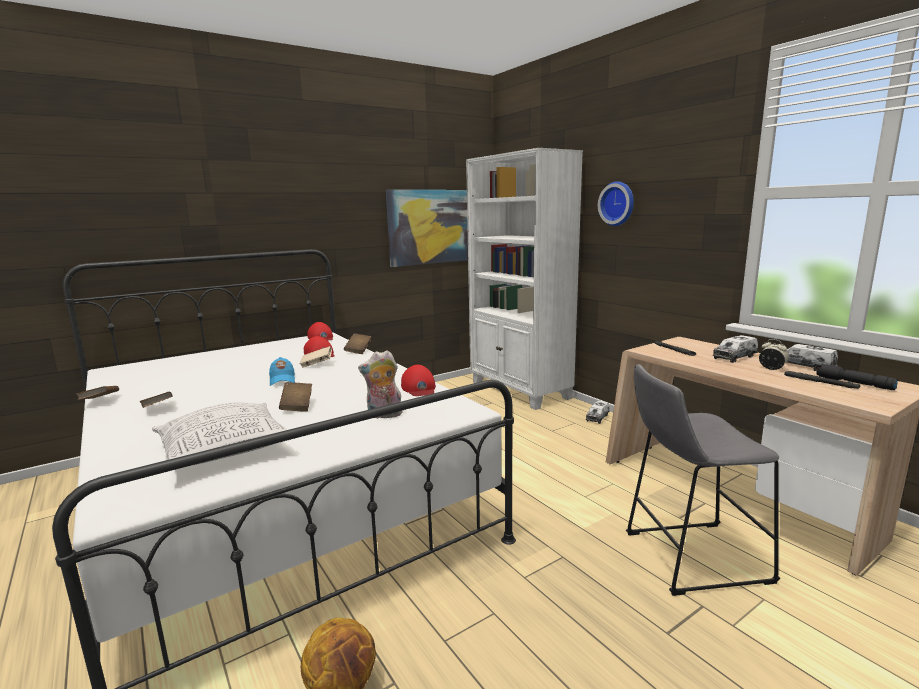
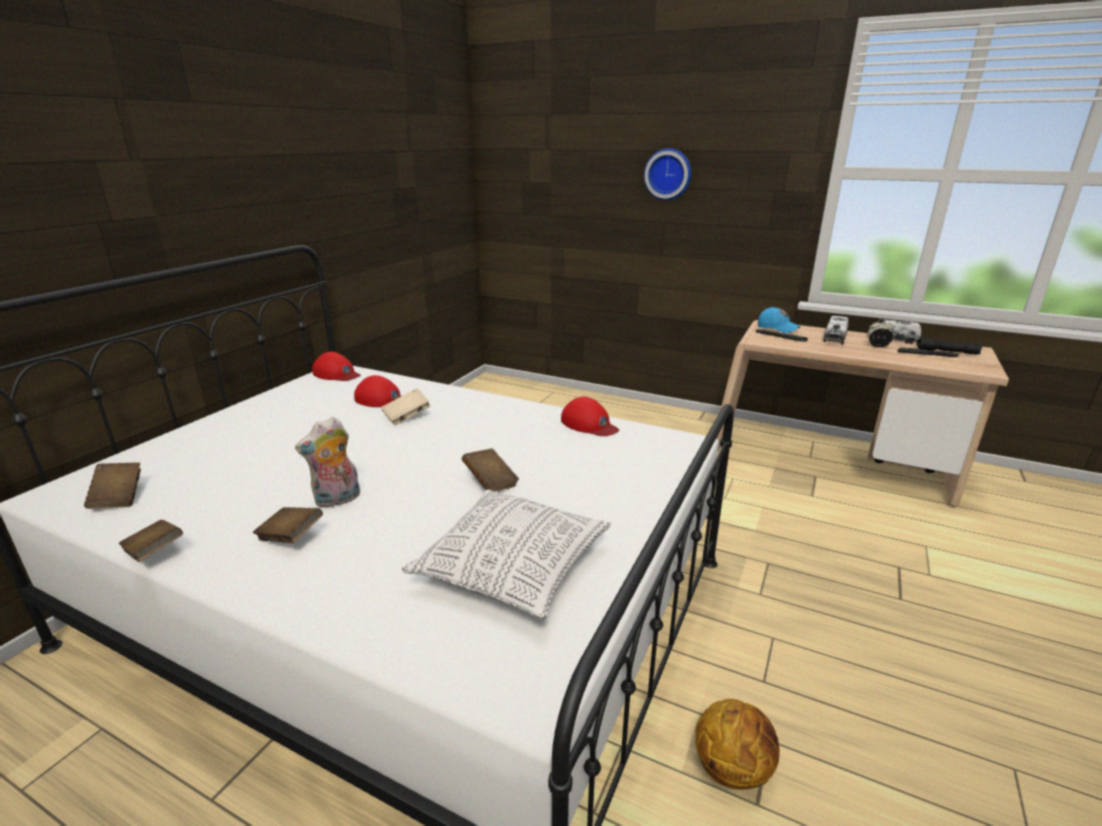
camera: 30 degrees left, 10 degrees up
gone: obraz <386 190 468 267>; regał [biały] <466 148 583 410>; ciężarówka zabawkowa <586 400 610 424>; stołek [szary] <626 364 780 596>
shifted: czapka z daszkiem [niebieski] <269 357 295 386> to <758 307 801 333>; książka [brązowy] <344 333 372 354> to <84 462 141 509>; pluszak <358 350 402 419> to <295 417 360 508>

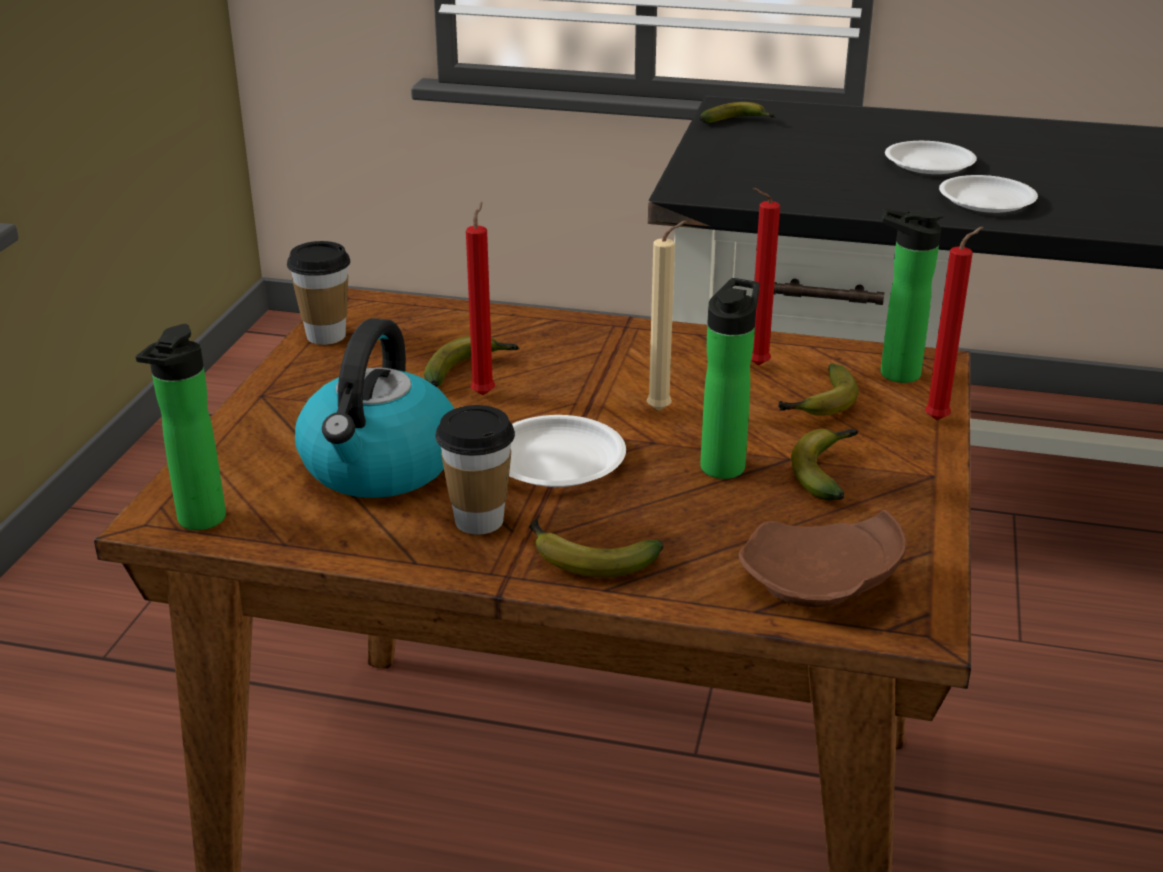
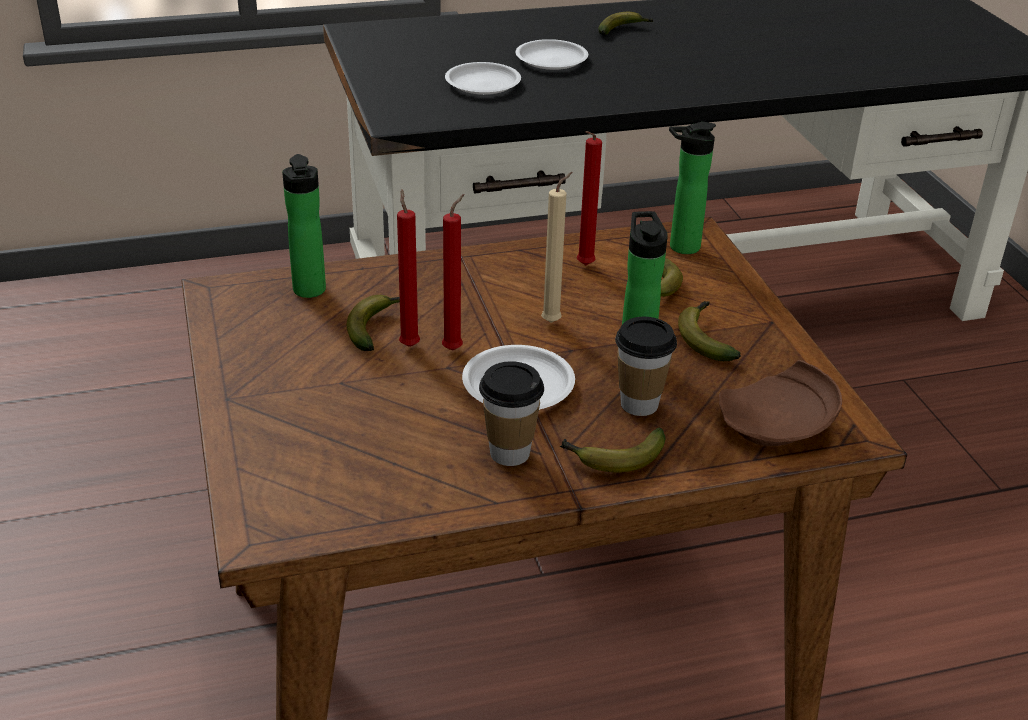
camera: 30 degrees left, 5 degrees up
gone: czajnik <295 318 454 498>
shifted: butelka <136 324 226 530> to <282 154 326 298>; filiżanka <287 241 350 345> to <615 317 677 416>; banan <700 102 776 123> to <598 12 654 35>; świeca [czerwony] <925 226 983 420> to <442 194 464 351>; talerz [biały] <939 175 1038 213> to <445 62 521 95>

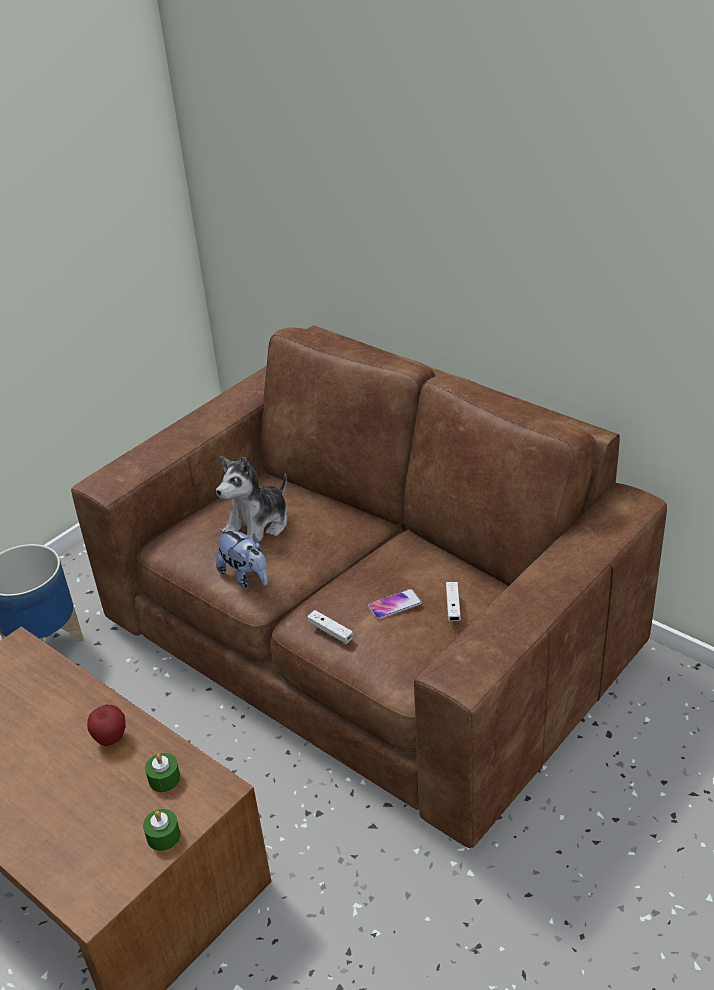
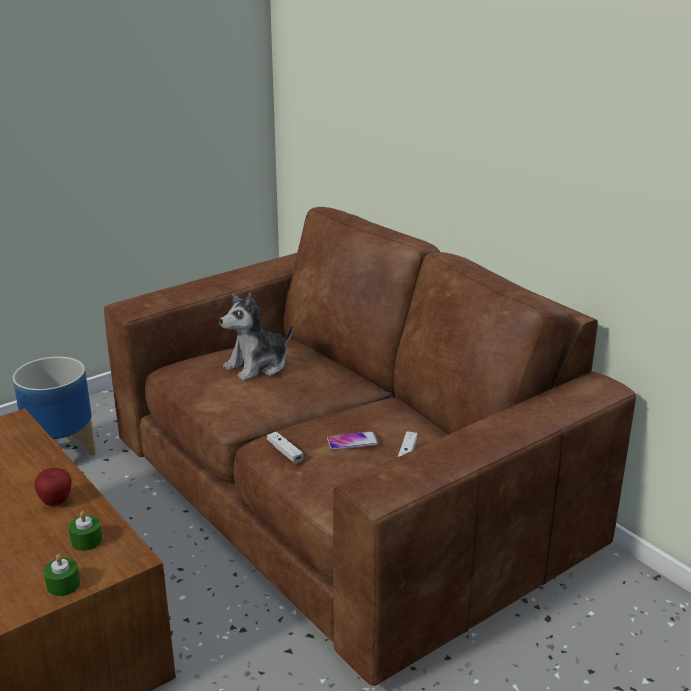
camera: 10 degrees right, 10 degrees down
gone: pluszak <216 528 268 587>

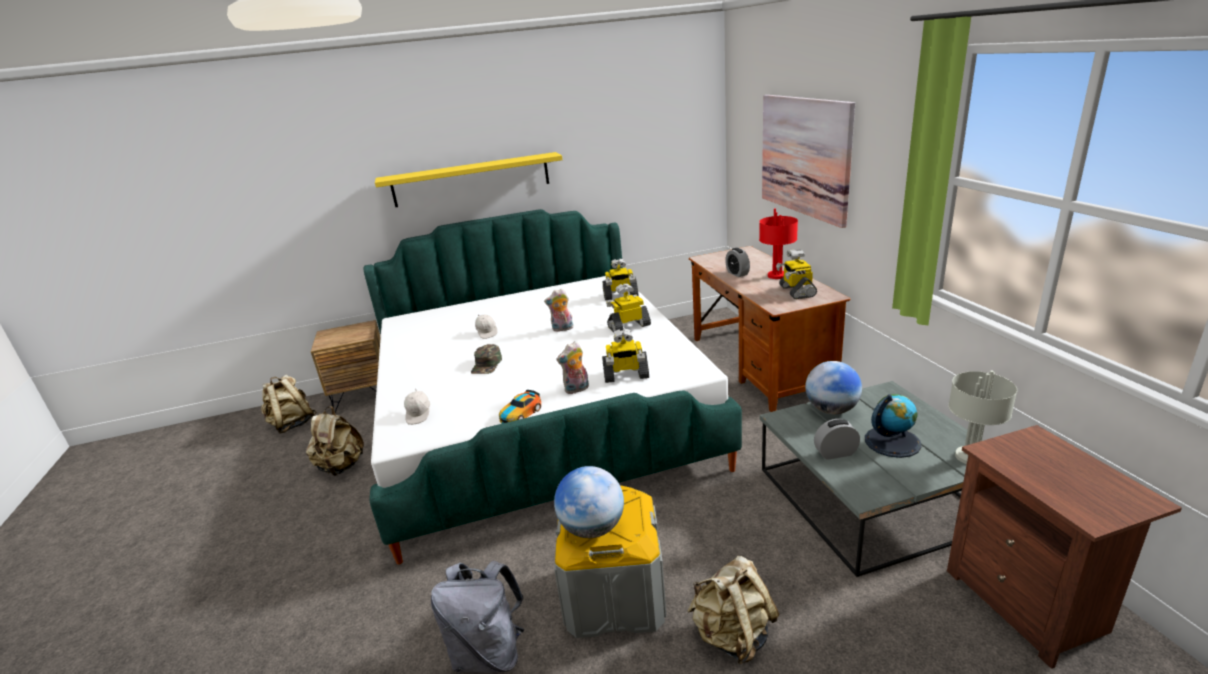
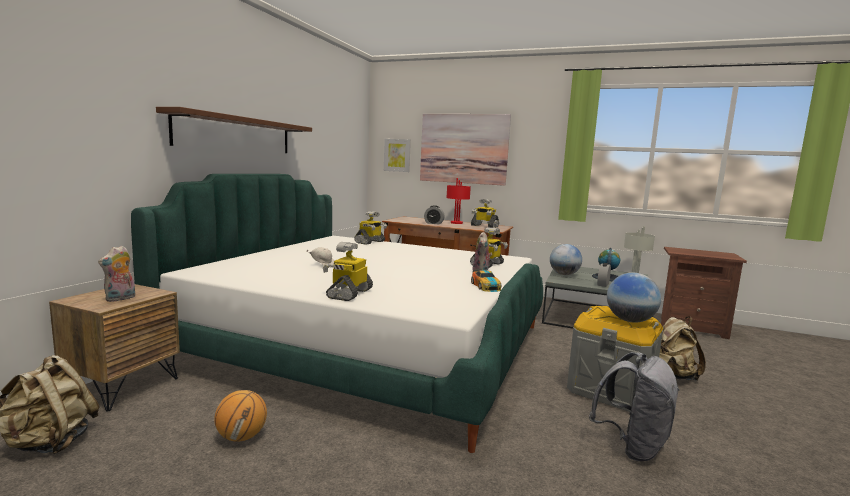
camera: 55 degrees left, 15 degrees down
gone: czapka z daszkiem [biały] <404 388 430 425>; czapka z daszkiem [zielony] <471 344 502 374>
new: obraz <384 139 411 172>
shifted: pluszak <544 289 574 332> to <98 246 135 302>; robot zabawkowy <606 284 651 333> to <323 242 373 301>
swapped: plecak [beżowy] <306 406 364 476> to piłka do koszykówki <214 390 267 442>
repainted: półka [żółty] <375 152 563 207> to półka [brązowy] <156 107 312 153>

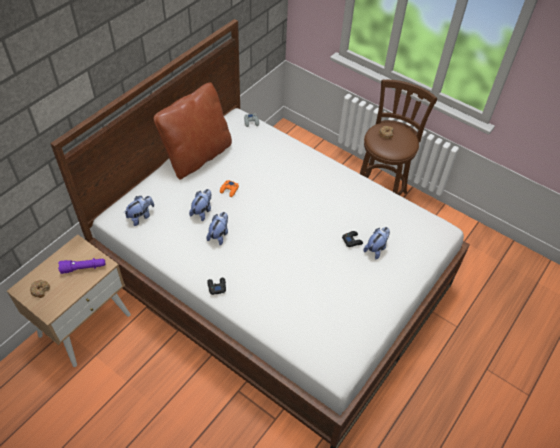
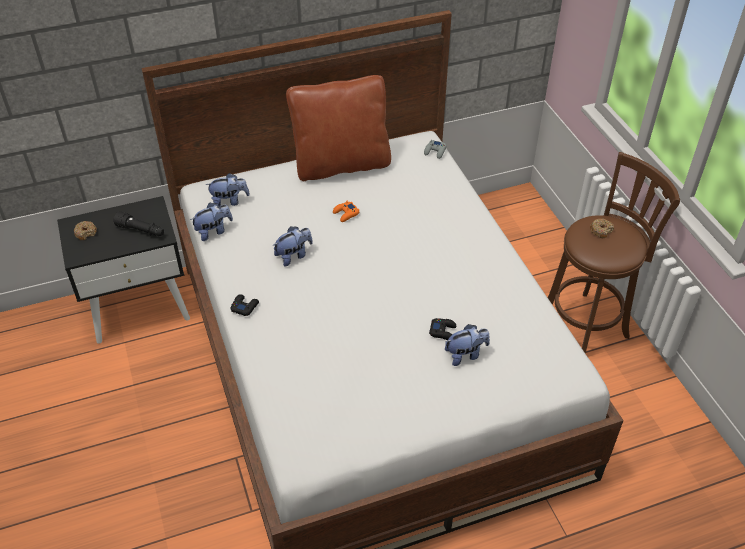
camera: 35 degrees right, 5 degrees down
shifted: pluszak <189 189 212 221> to <190 203 233 241>
repainted: szafka nocna [beżowy] <7 235 131 367> to szafka nocna [czarny] <57 196 190 344>; latarka [fioletowy] <58 258 105 274> to latarka [czarny] <113 211 164 236>

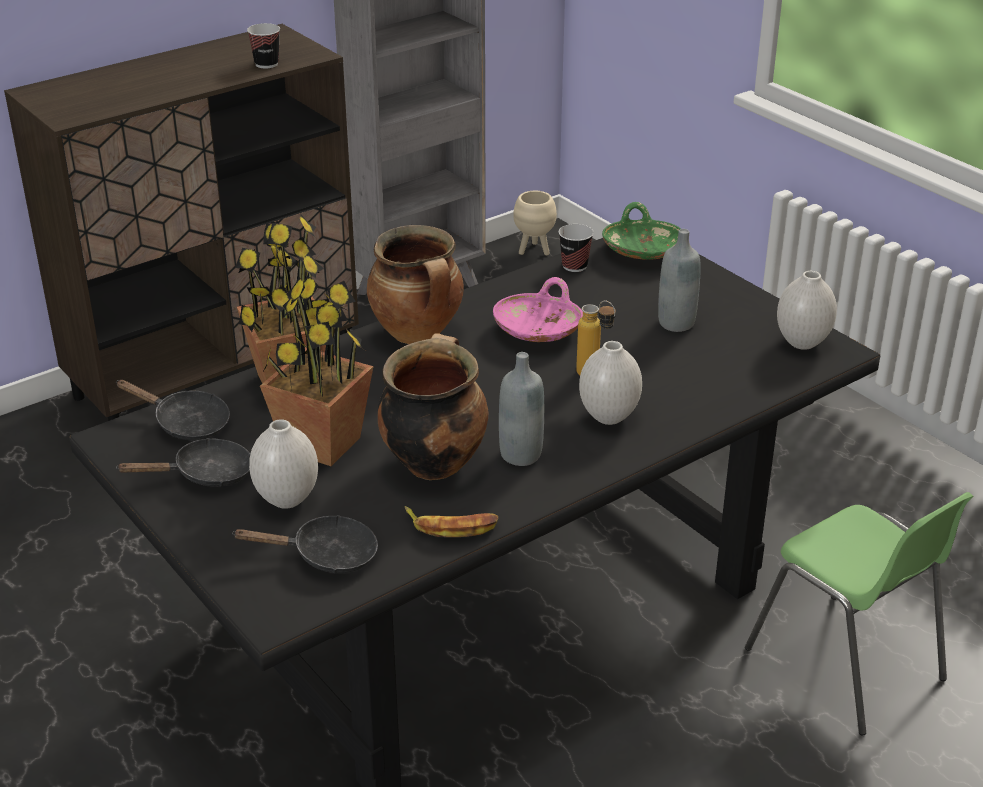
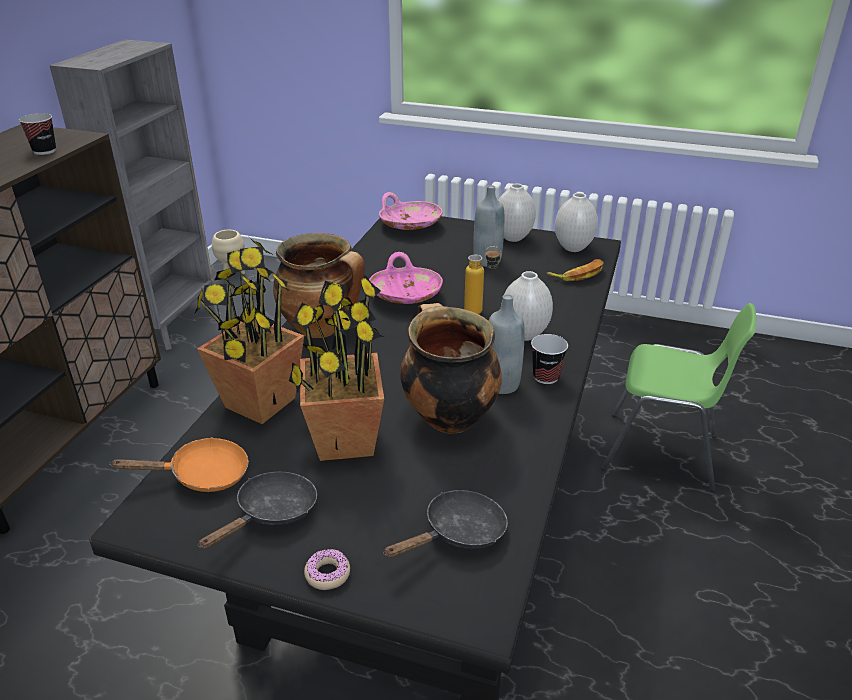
camera: 35 degrees left, 0 degrees up
new: donut <304 549 350 590>
shifted: wazon [biały] <249 419 318 509> to <498 184 536 242>; banan <405 506 498 537> to <547 259 603 281>; filiżanka <558 224 594 272> to <531 334 568 384>
repainted: patelnia [czarny] <117 380 230 440> to patelnia [pomarańczowy] <109 437 249 492>; miska [zielony] <602 202 681 260> to miska [różowy] <379 192 442 230>

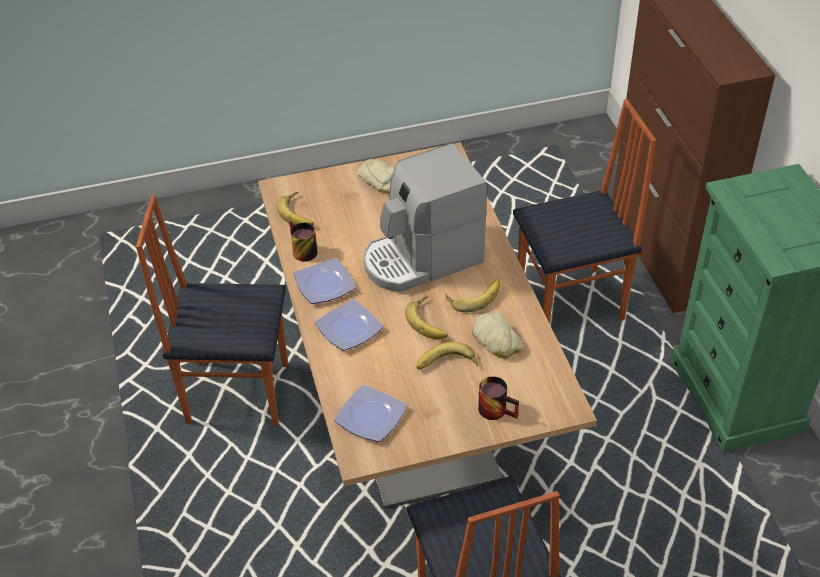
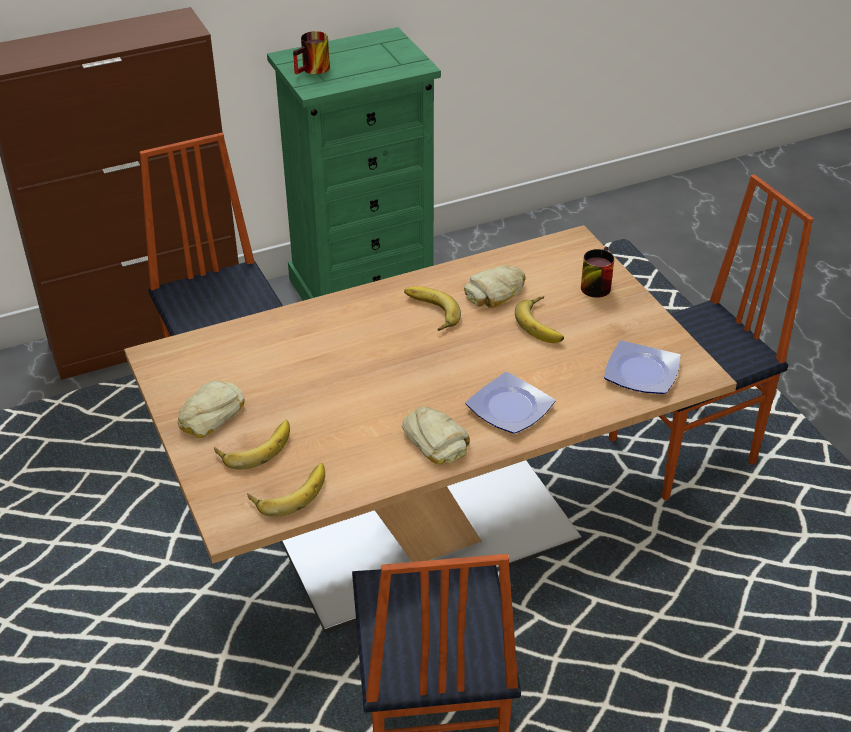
camera: 100 degrees left, 5 degrees down
gone: ekspres do kawy <363 143 487 292>
shifted: kubek <289 221 317 262> to <293 31 330 74>; banan <405 296 448 340> to <214 420 290 469>
swapped: talerz <293 258 356 304> to chleb <402 406 470 465>

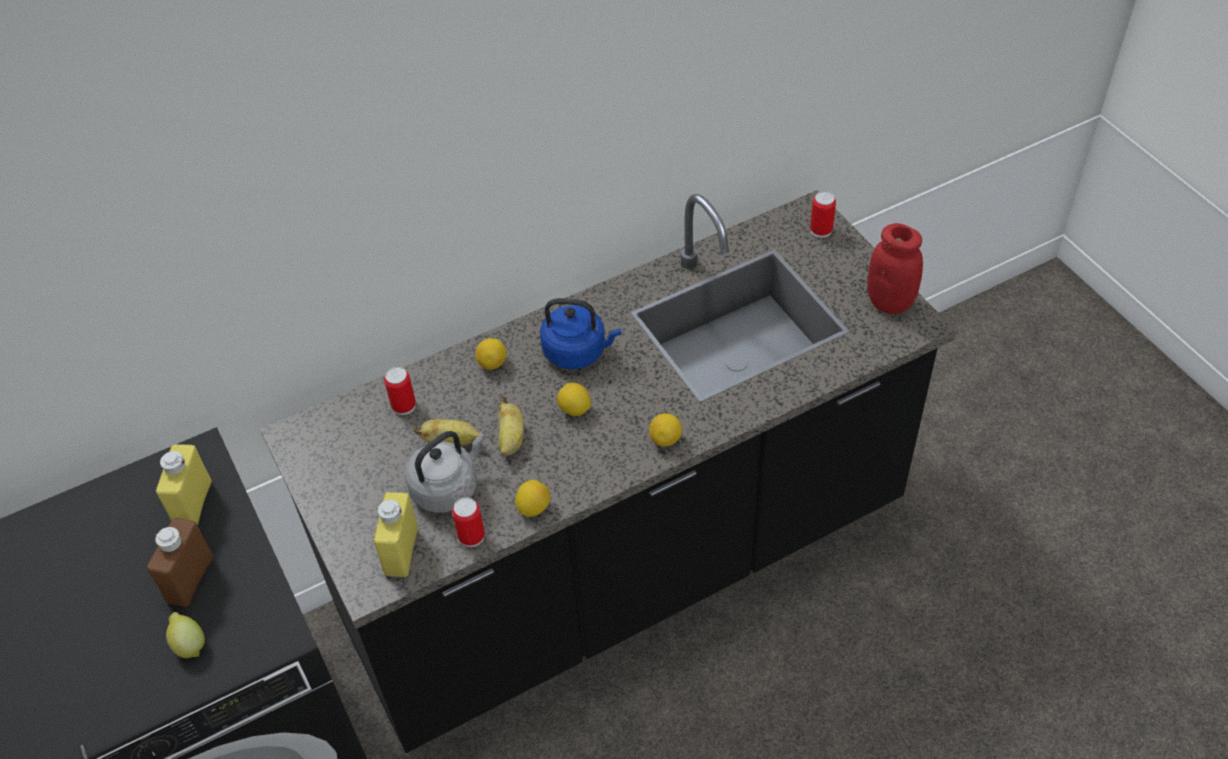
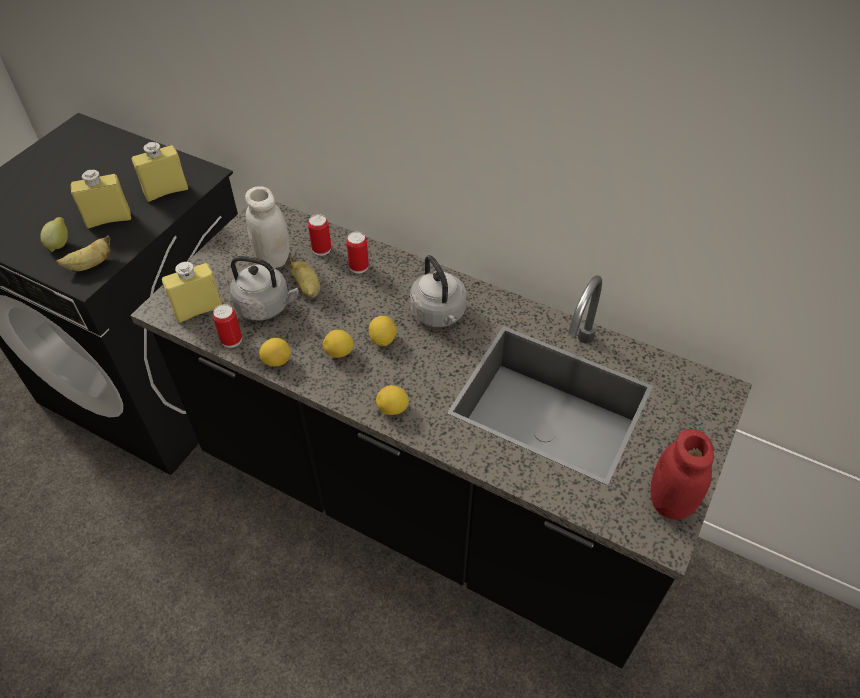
camera: 55 degrees right, 0 degrees up
new: słoik [biały] <245 186 290 268>
shifted: cytryna <475 338 507 370> to <323 330 354 358>; banan <498 396 524 456> to <56 236 111 271>; puszka <810 191 836 238> to <346 232 369 273>
repainted: butelka [brązowy] <147 518 214 607> to butelka [żółty] <71 169 131 229>; czajnik [niebieski] <540 298 621 369> to czajnik [szary] <410 255 466 327>

